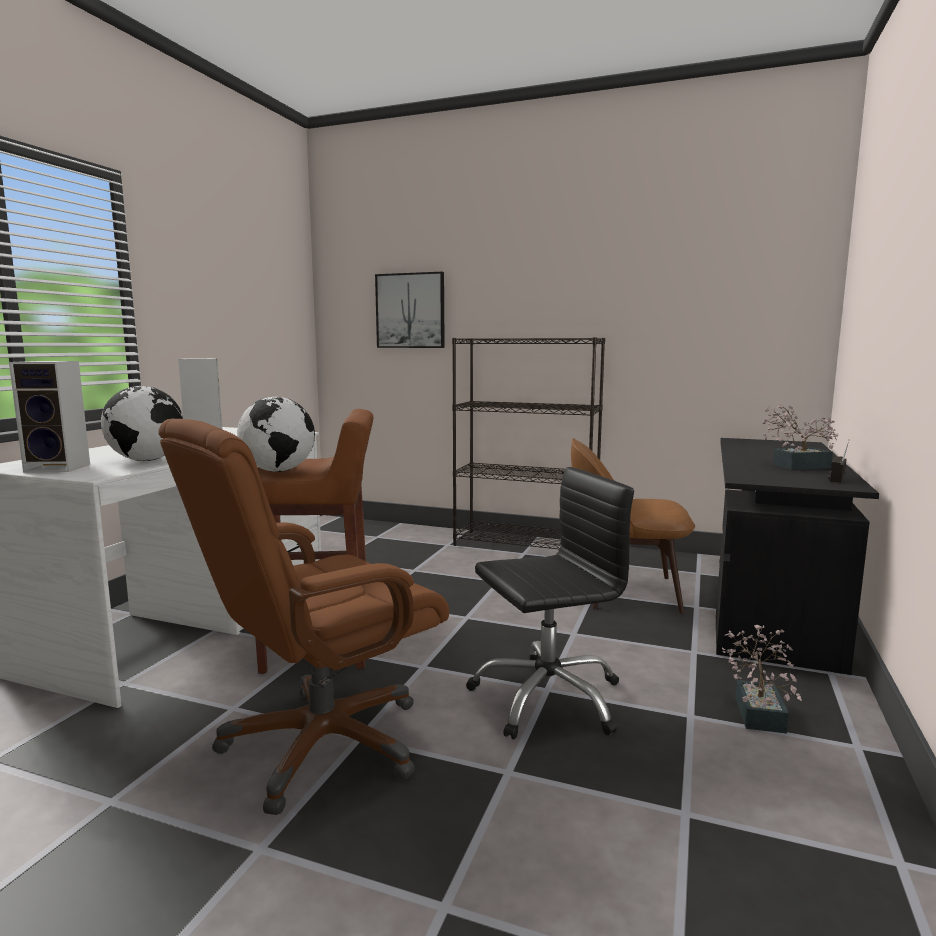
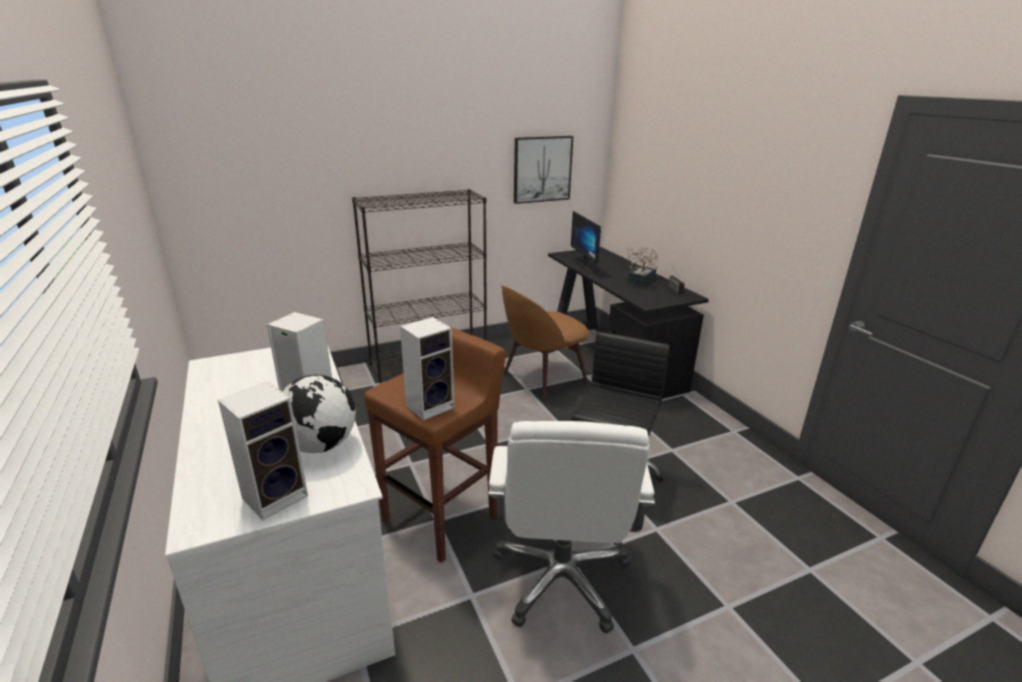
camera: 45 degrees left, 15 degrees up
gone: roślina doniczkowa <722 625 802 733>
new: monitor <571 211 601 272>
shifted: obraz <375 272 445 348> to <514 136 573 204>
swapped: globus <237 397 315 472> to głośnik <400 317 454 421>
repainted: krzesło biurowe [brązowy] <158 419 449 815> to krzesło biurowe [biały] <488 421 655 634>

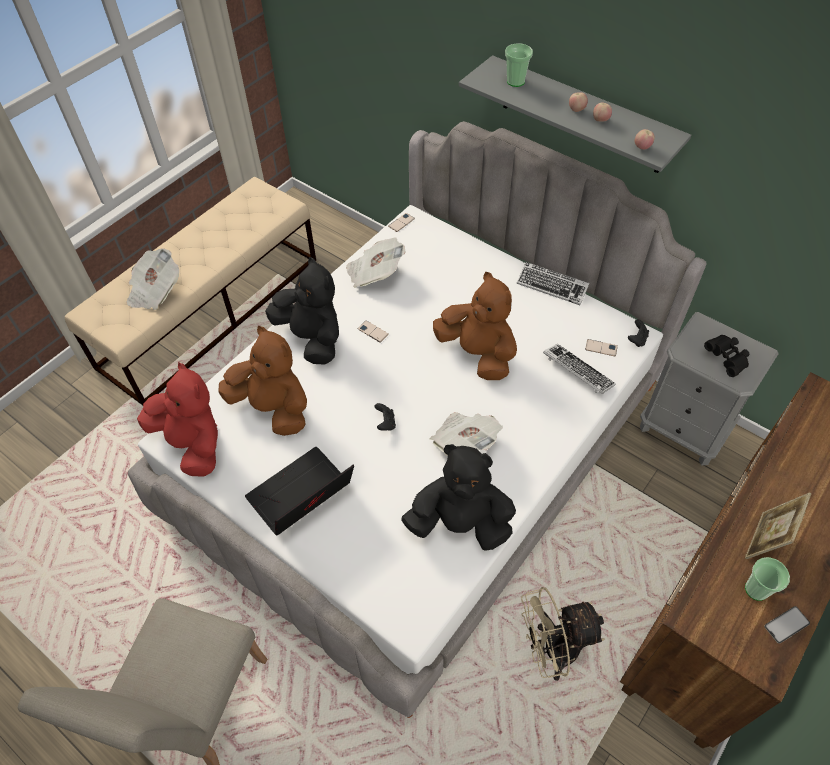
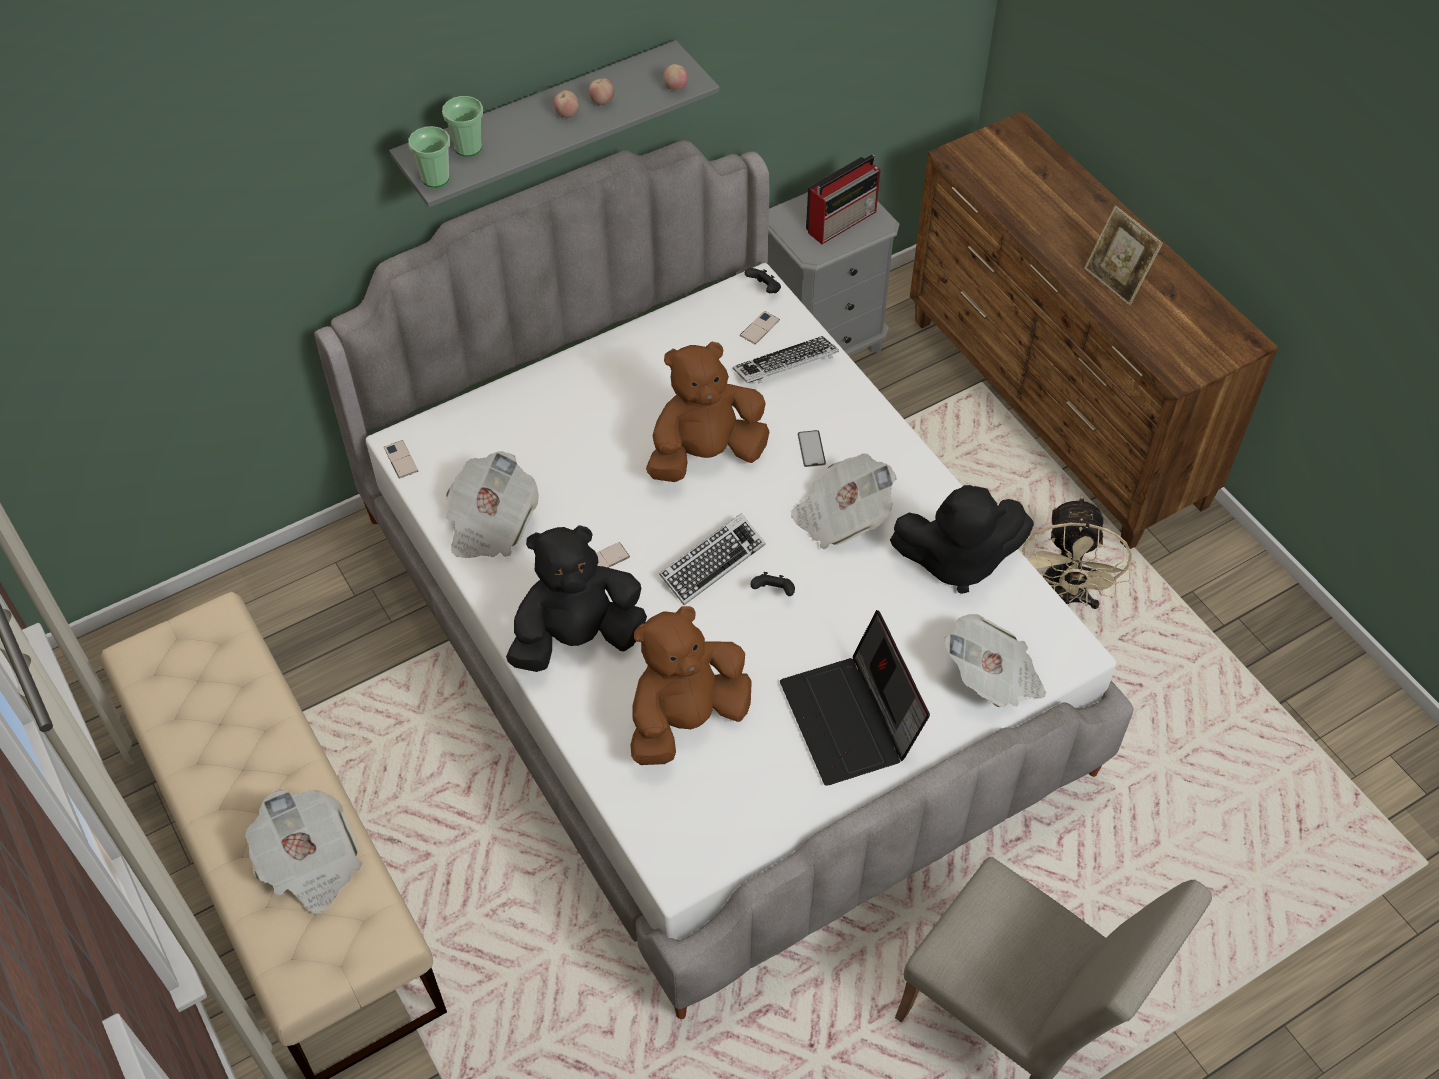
camera: 70 degrees left, 0 degrees up
gone: pluszak [czerwony] <137 362 218 477>
new: gazeta <944 614 1046 707>
shifted: klawiatura <517 262 589 305> to <659 513 766 605>; filiżanka <745 557 790 601> to <408 126 450 188>; telefon <764 606 810 644> to <798 430 826 467>
swapped: lornetka [czarny] <704 335 749 377> to radio <806 154 880 244>
rotated: pluszak [czarny] <401 444 516 551> = <890 485 1034 594> 120 degrees counterclockwise

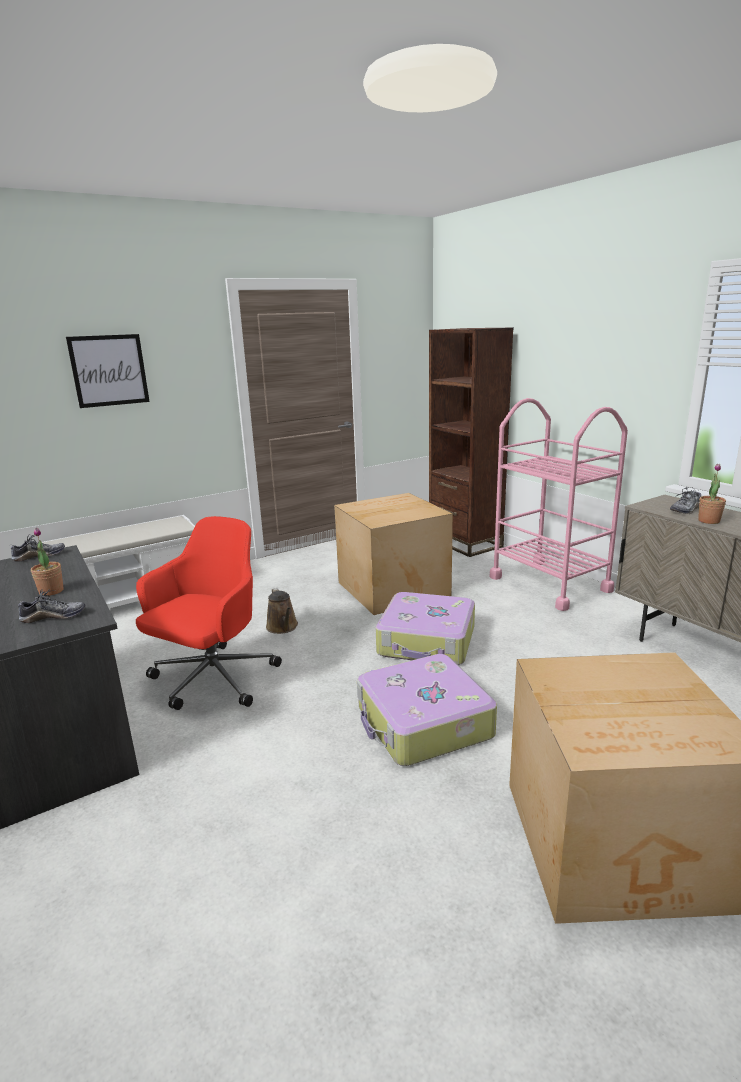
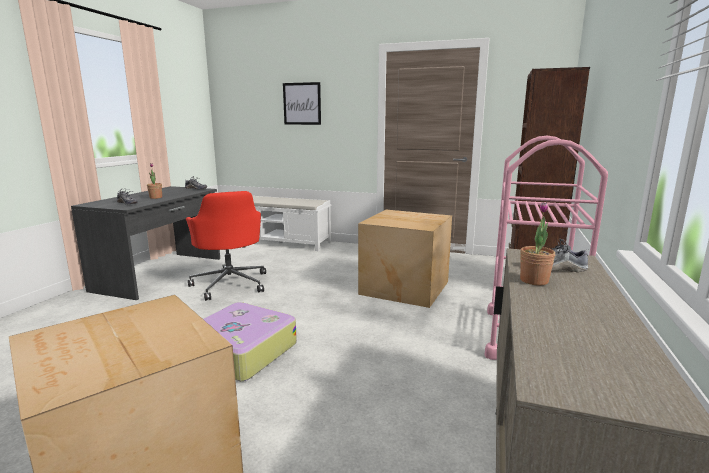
camera: 50 degrees right, 5 degrees down
gone: konewka [brązowy] <266 588 298 634>; walizka <376 592 475 665>
rotated: krzesło biurowe [czerwony] <136 516 282 710> = <186 191 266 301> 75 degrees clockwise

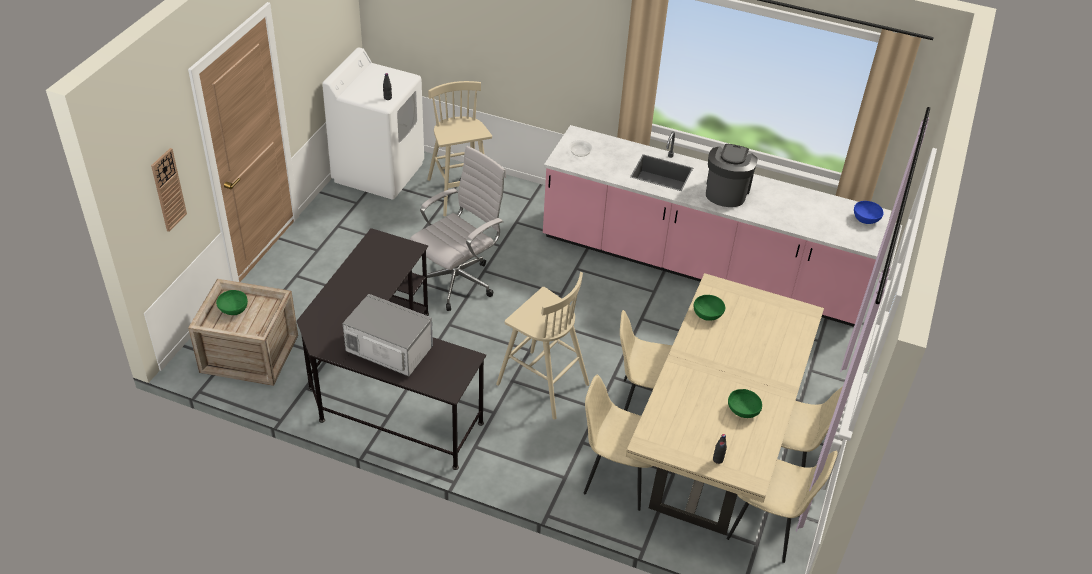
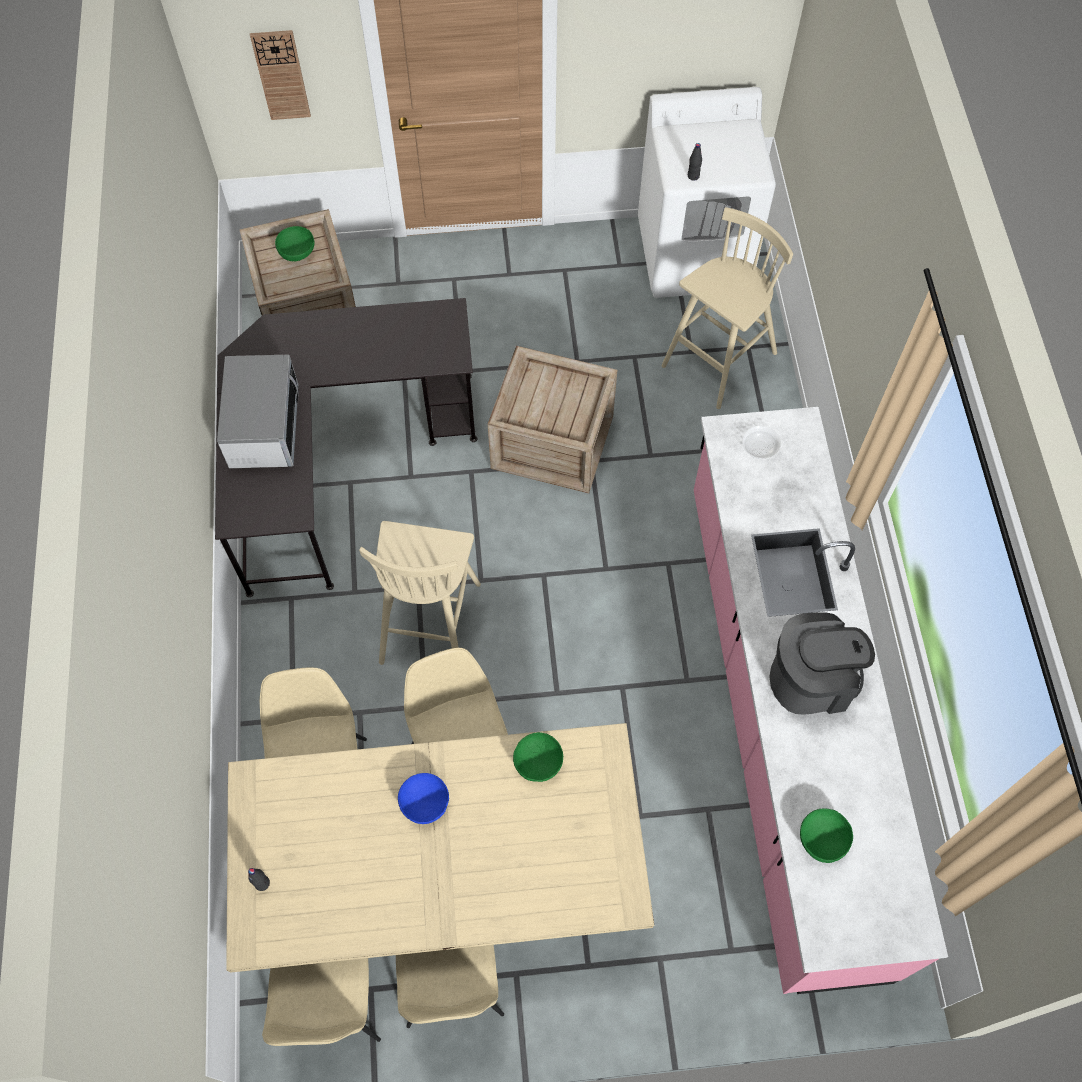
camera: 65 degrees right, 20 degrees up
shifted: miska [zielony] <728 389 762 418> to <800 809 853 863>; miska [niebieski] <854 201 883 224> to <398 773 449 824>
swapped: krzesło biurowe [biały] <410 146 506 311> to skrzynka <488 346 617 493>

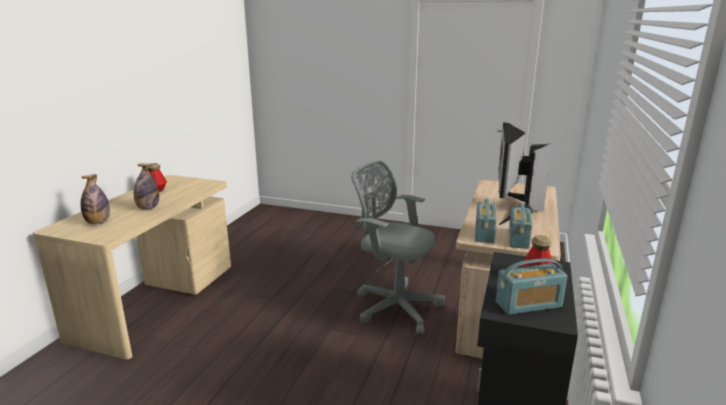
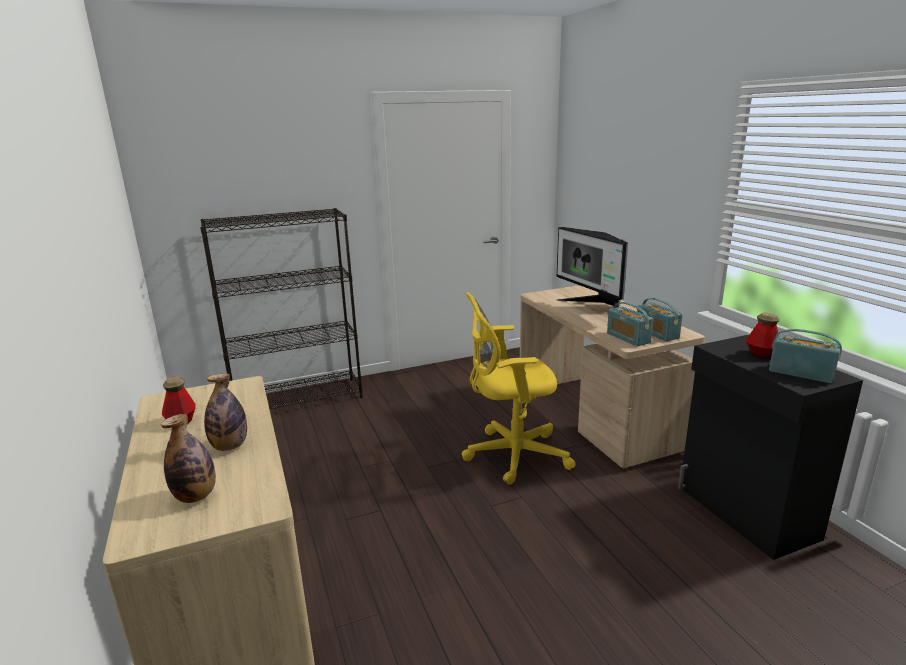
camera: 40 degrees left, 0 degrees up
new: regał [czarny] <200 208 363 409>
repainted: krzesło biurowe [szary] <351 160 445 335> to krzesło biurowe [żółty] <461 292 576 485>
rotated: radio <496 259 567 315> = <769 329 842 383> 90 degrees counterclockwise

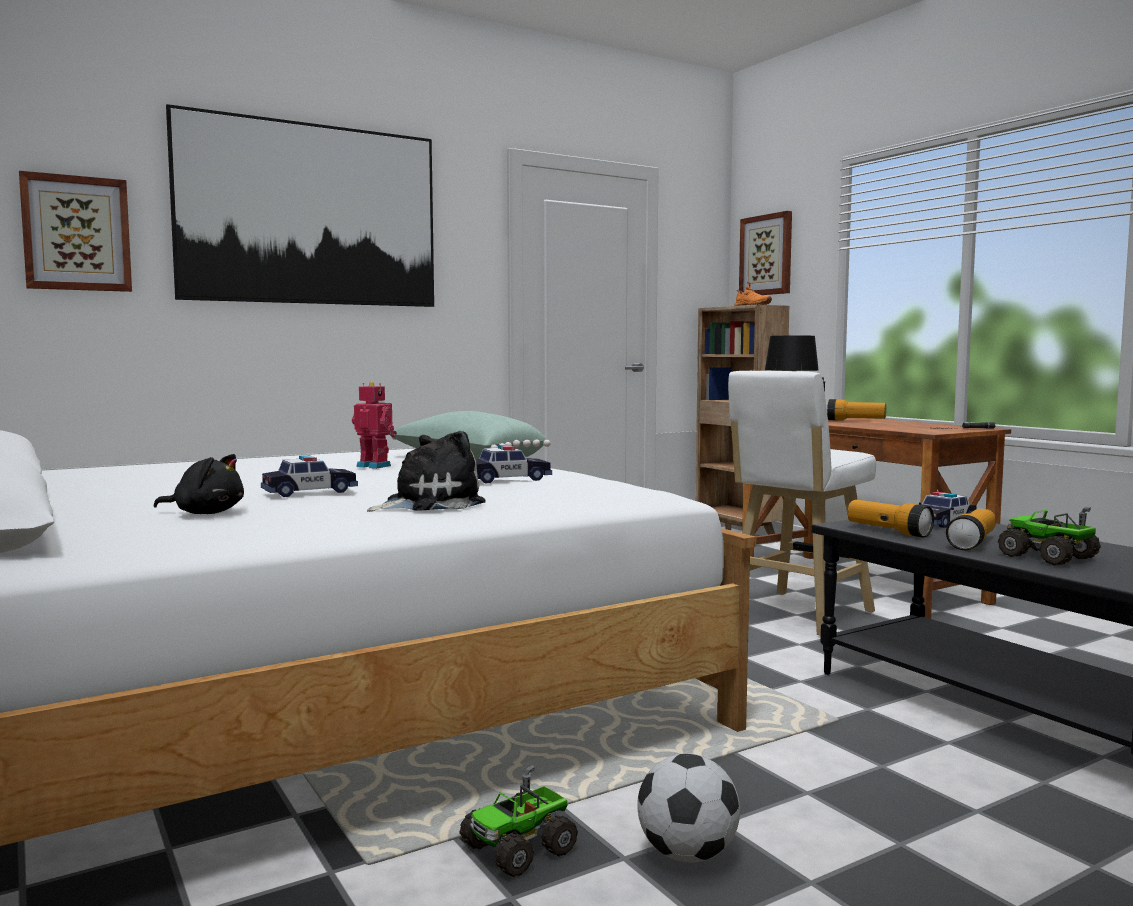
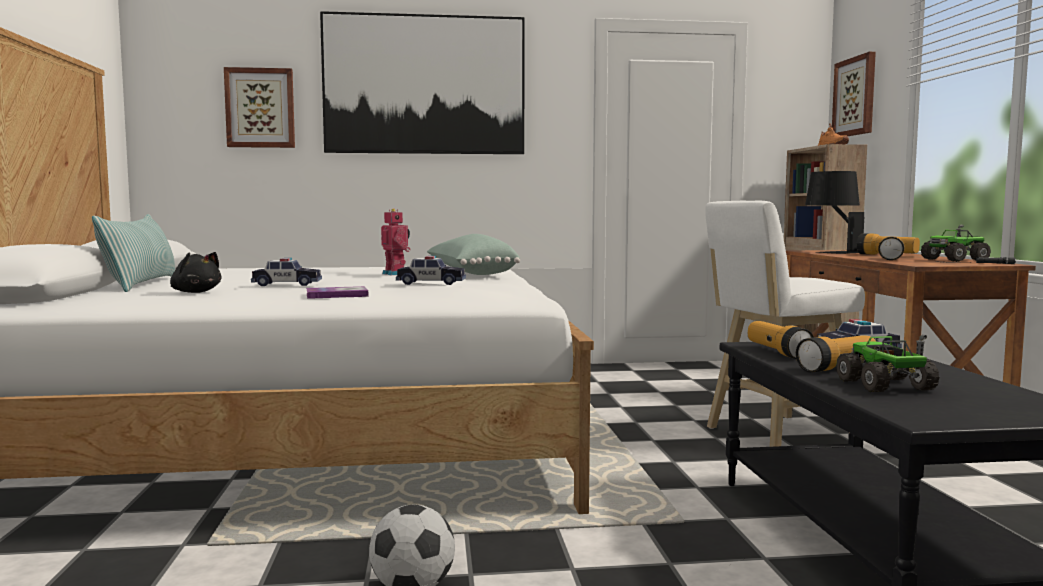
camera: 25 degrees right, 0 degrees up
new: poduszka <92 214 175 292>; latarka <878 236 904 260>
shifted: ciężarówka zabawkowa <459 765 578 877> to <921 225 991 262>
swapped: pluszak <367 431 485 512> to książka <306 286 368 299>

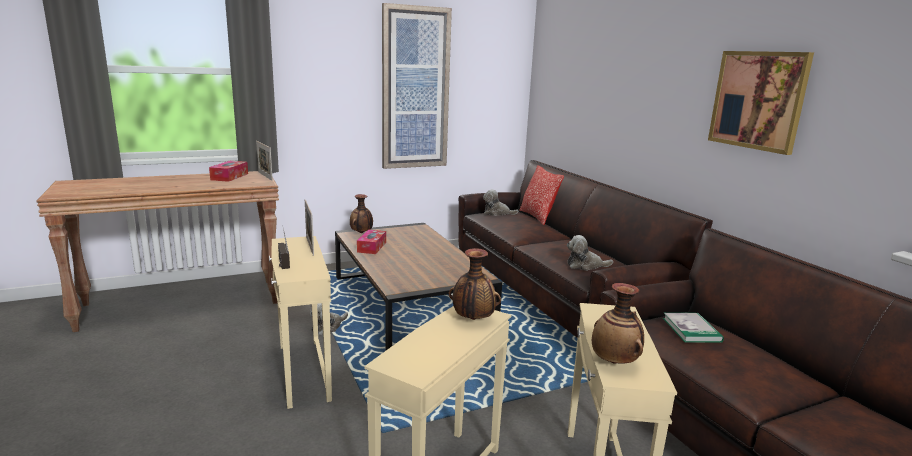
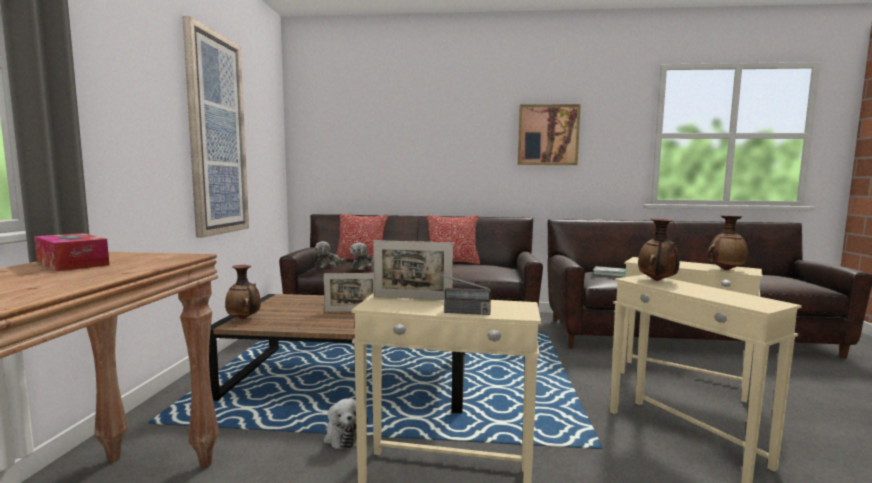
camera: 60 degrees left, 10 degrees down
gone: pudełko chusteczek <357 230 386 254>
new: poduszka <427 215 480 264>
shifted: ramka na zdjęcie <256 141 273 181> to <324 273 374 312>; pluszak <567 235 613 271> to <350 243 374 270>

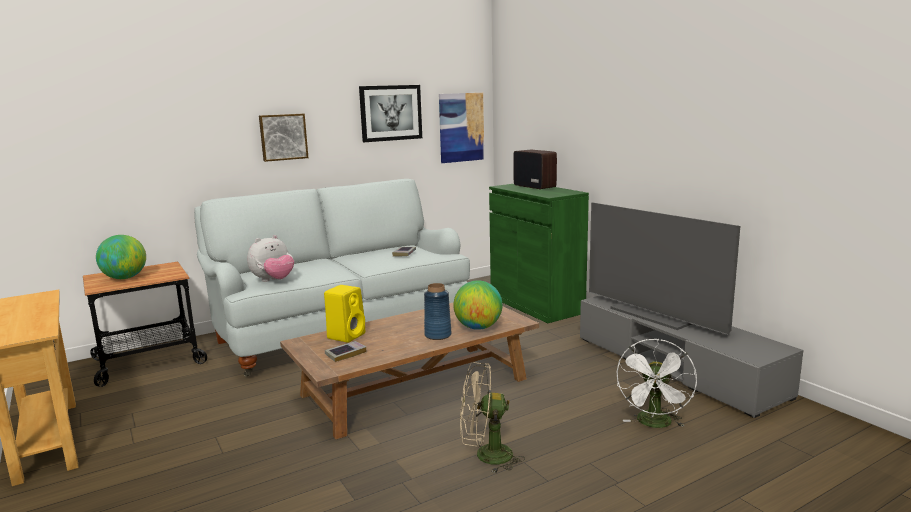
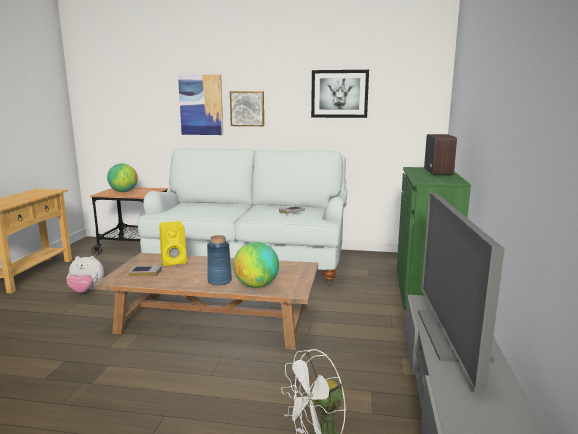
camera: 40 degrees right, 0 degrees up
gone: wentylator [beżowy] <460 362 525 474>
shifted: pluszak <247 235 294 282> to <67 256 104 293>; obraz <439 93 484 163> to <178 74 223 135>

